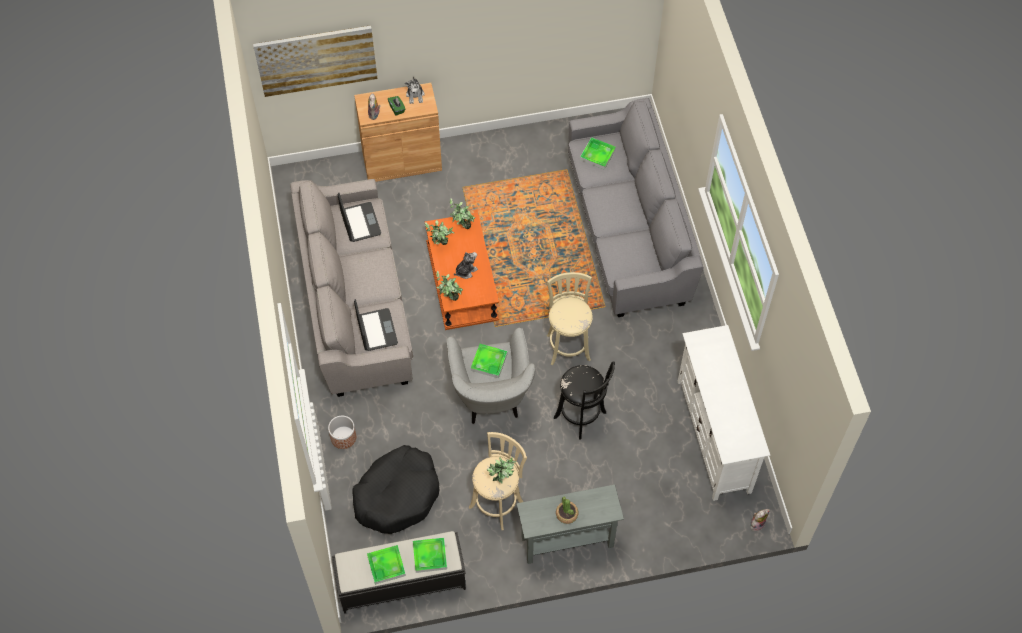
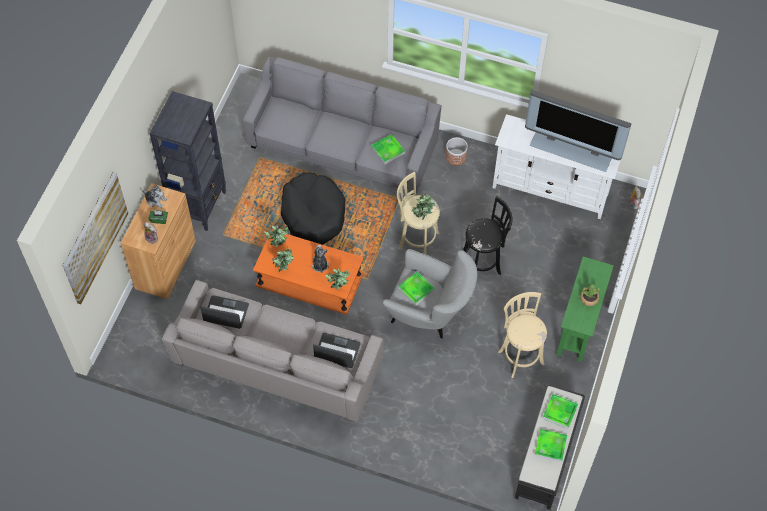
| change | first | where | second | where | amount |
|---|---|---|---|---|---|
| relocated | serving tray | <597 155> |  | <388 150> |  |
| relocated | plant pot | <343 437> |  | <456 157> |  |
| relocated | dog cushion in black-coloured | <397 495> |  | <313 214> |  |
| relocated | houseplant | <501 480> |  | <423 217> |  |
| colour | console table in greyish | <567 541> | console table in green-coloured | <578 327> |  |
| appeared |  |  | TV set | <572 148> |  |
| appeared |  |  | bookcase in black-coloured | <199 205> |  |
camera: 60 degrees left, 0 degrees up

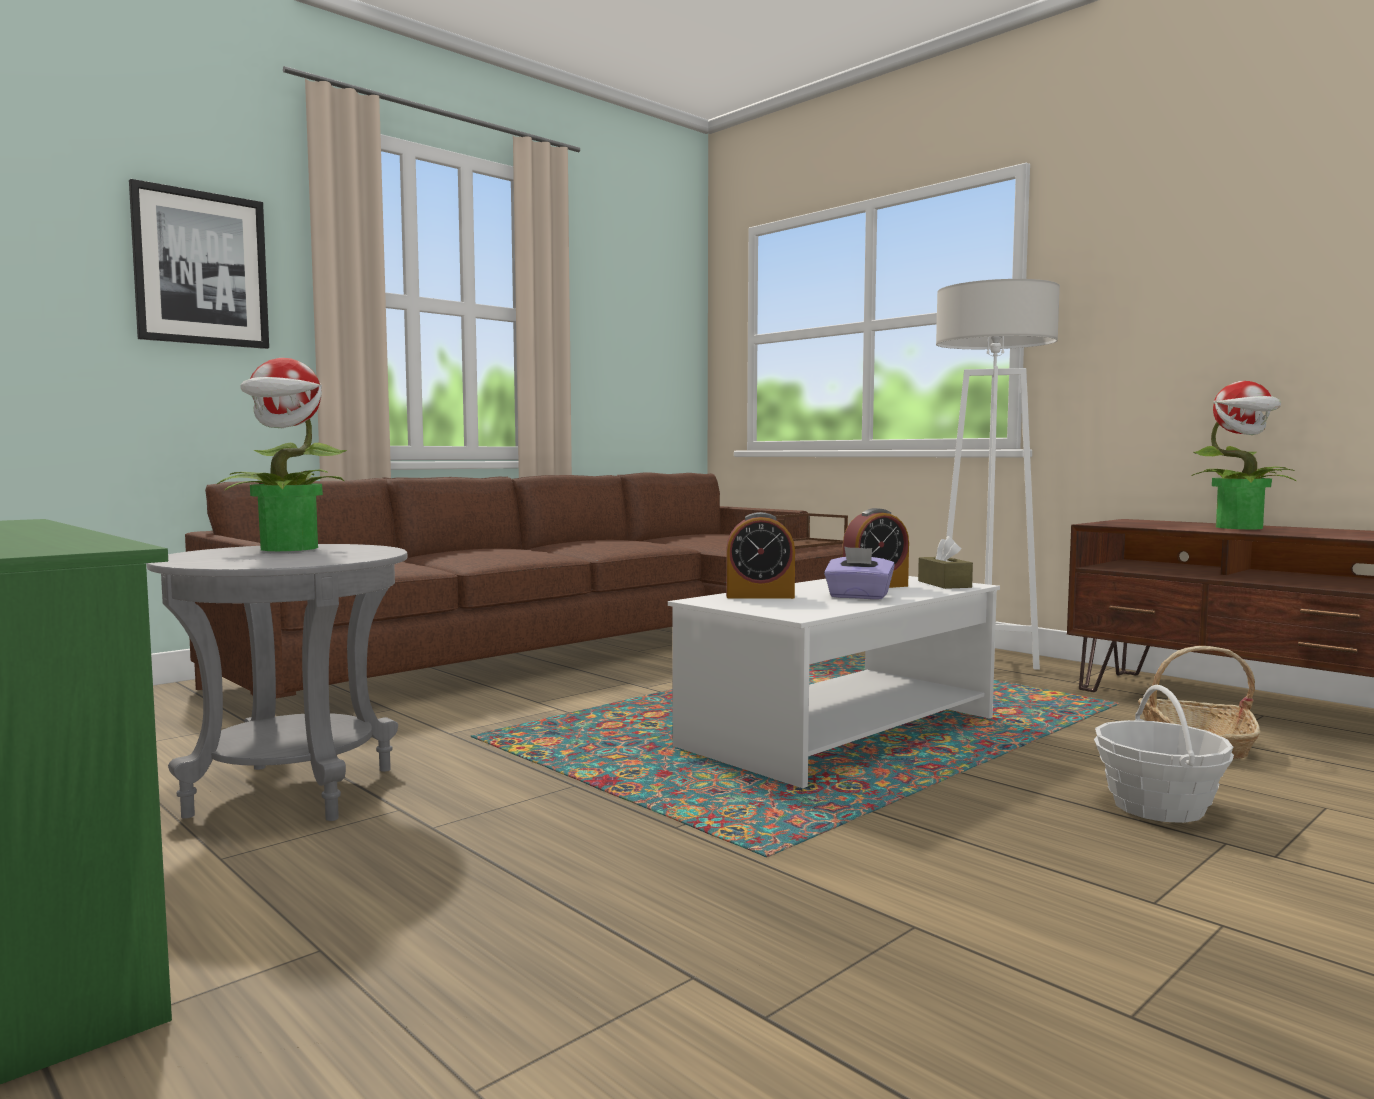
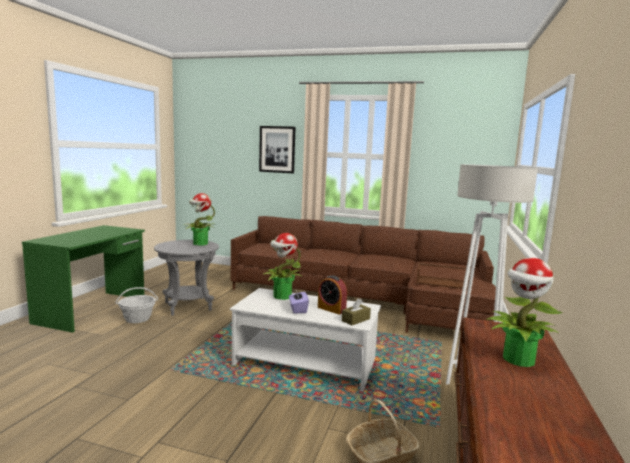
| change | first | where | second | where | amount |
|---|---|---|---|---|---|
| exchanged | table clock | <760 596> | houseplant | <282 296> |  |
| relocated | household basket | <1158 807> |  | <137 318> |  |
camera: 60 degrees right, 5 degrees up

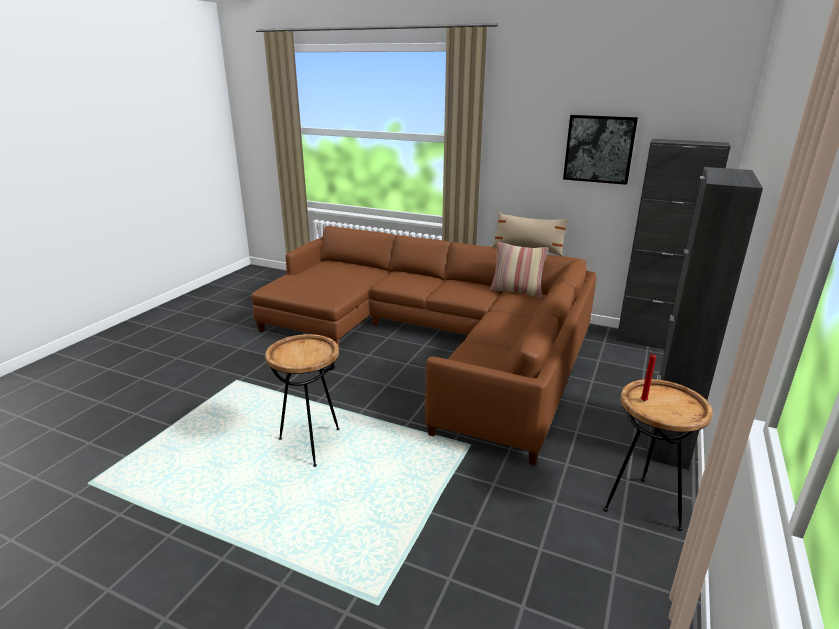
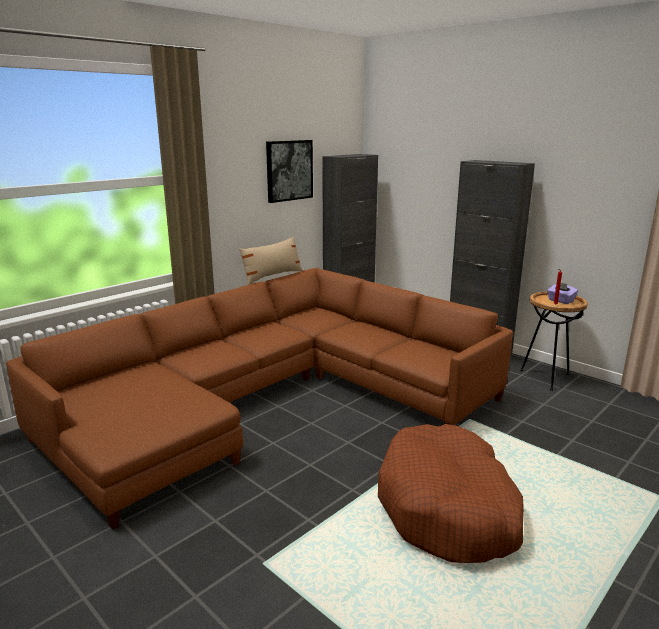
| change | first | where | second | where | amount |
|---|---|---|---|---|---|
| missing | pillow | <516 292> |  |  |  |
| exchanged | end table in brownish | <311 445> | dog cushion in brownish | <448 508> |  |
| appeared |  |  | tissue holder in purple-coloured | <560 301> |  |
camera: 70 degrees left, 5 degrees down

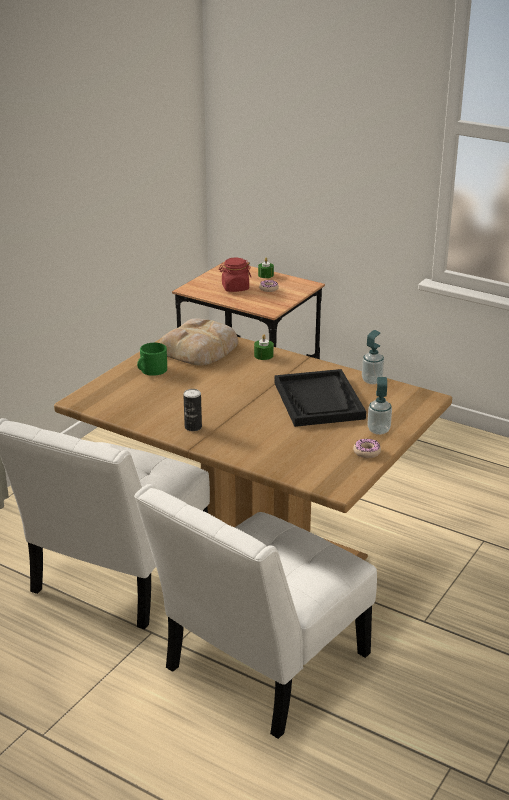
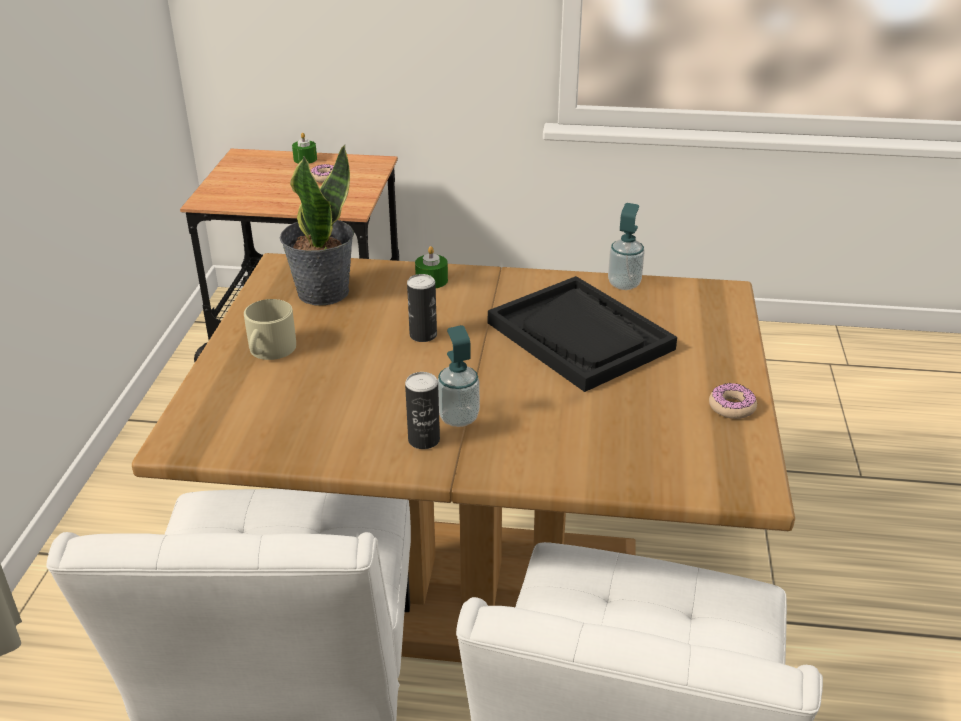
| change | first | where | second | where | amount |
|---|---|---|---|---|---|
| missing | preserve jar in red | <235 288> |  |  |  |
| exchanged | bakery bread | <200 348> | houseplant | <322 292> |  |
| colour | mug in green-coloured | <151 370> | mug in sand-coloured | <269 350> |  |
| relocated | soap dispenser | <378 430> |  | <458 418> |  |
| appeared |  |  | sealed can | <423 335> |  |
camera: 25 degrees left, 5 degrees up

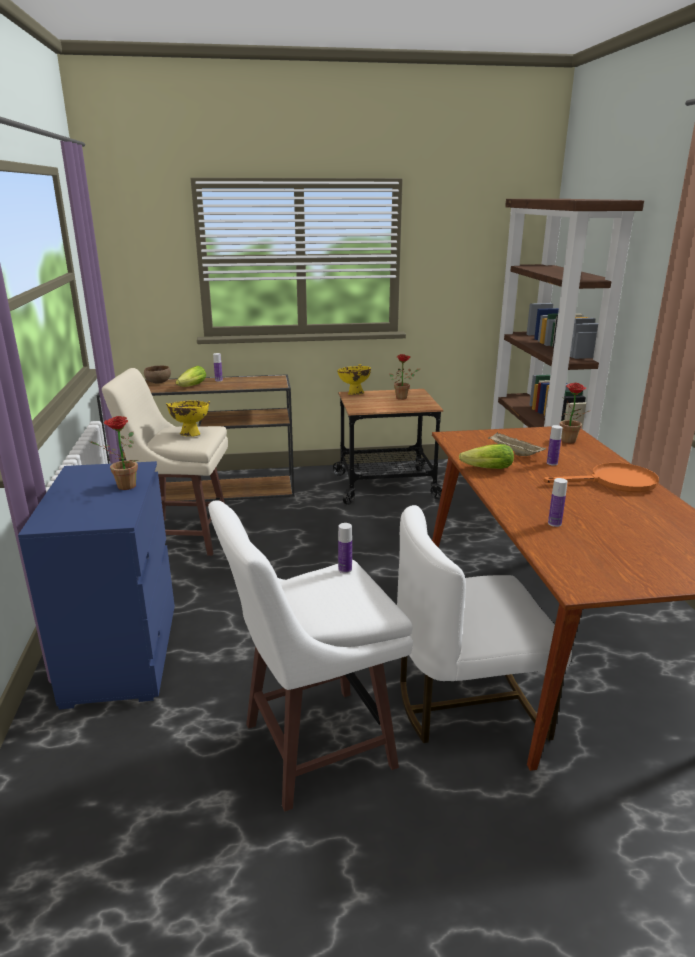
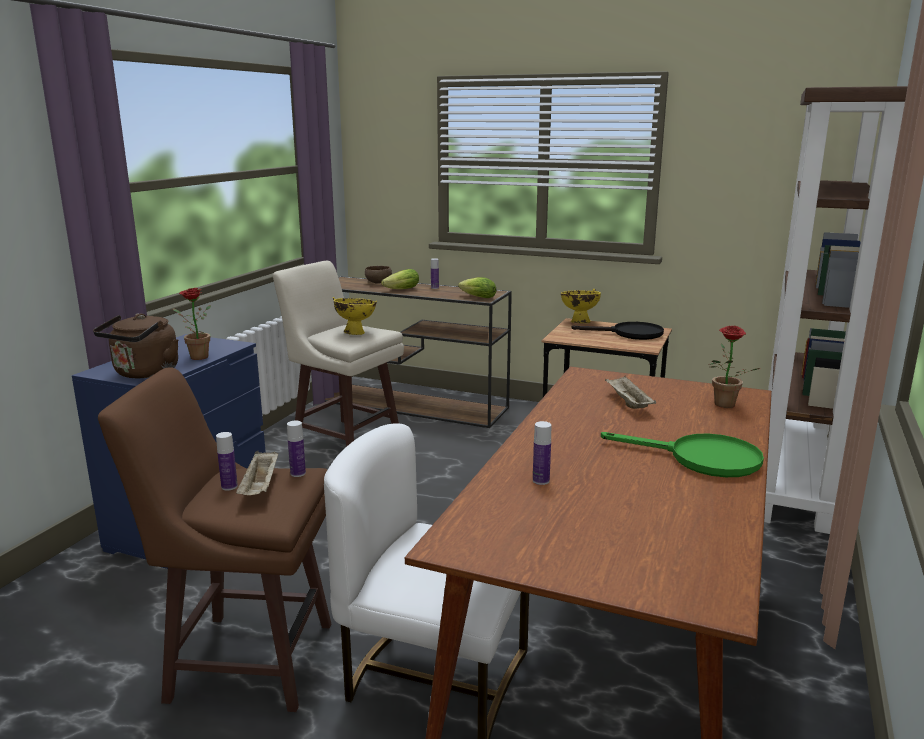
| change | first | where | second | where | amount |
|---|---|---|---|---|---|
| exchanged | houseplant | <403 397> | frying pan in black-coloured | <630 334> |  |
| relocated | bottle | <552 463> |  | <229 486> |  |
| relocated | head of lettuce | <484 469> |  | <476 297> |  |
| colour | frying pan in orange | <614 482> | frying pan in green-coloured | <701 459> |  |
| colour | stool seat in white | <314 746> | stool seat in brownish | <247 660> |  |
| appeared |  |  | kettle in brownish | <144 373> |  |
| appeared |  |  | serving tray in sand-coloured | <260 487> |  |
camera: 30 degrees right, 5 degrees down

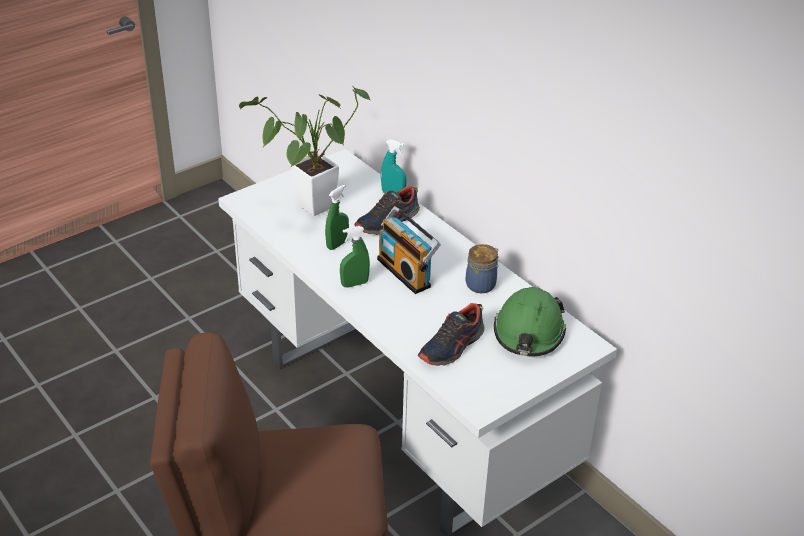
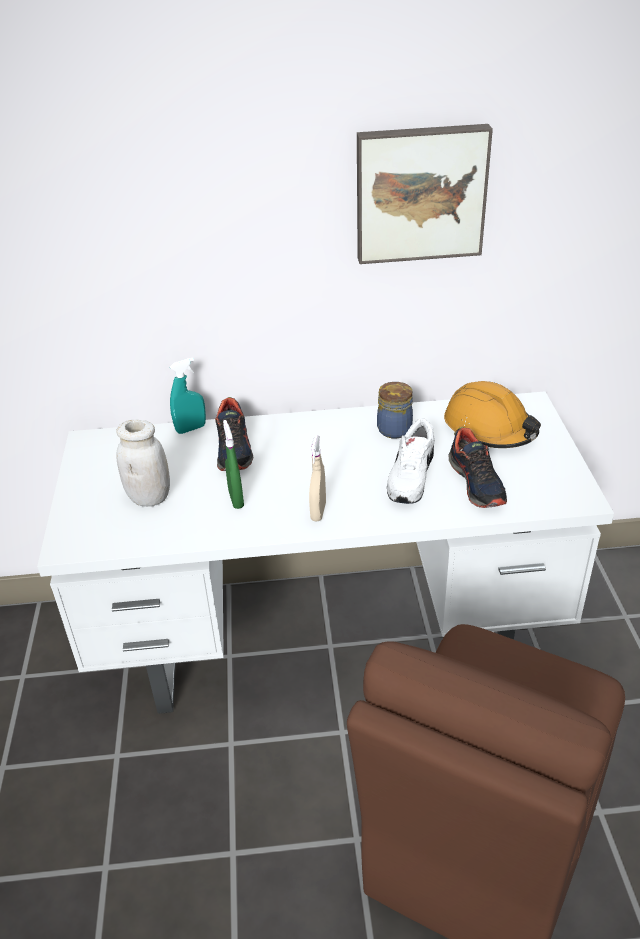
| change | first | where | second | where | amount |
|---|---|---|---|---|---|
| exchanged | houseplant | <309 210> | preserve jar in white | <149 498> |  |
| missing | radio receiver | <406 272> |  |  |  |
| colour | spray bottle in green-coloured | <354 284> | spray bottle in sand-coloured | <318 512> |  |
| colour | safety helmet in green-coloured | <529 333> | safety helmet in orange | <490 429> |  |
| appeared |  |  | wall art | <420 193> |  |
| appeared |  |  | shoe in white | <410 477> |  |
camera: 55 degrees left, 0 degrees up

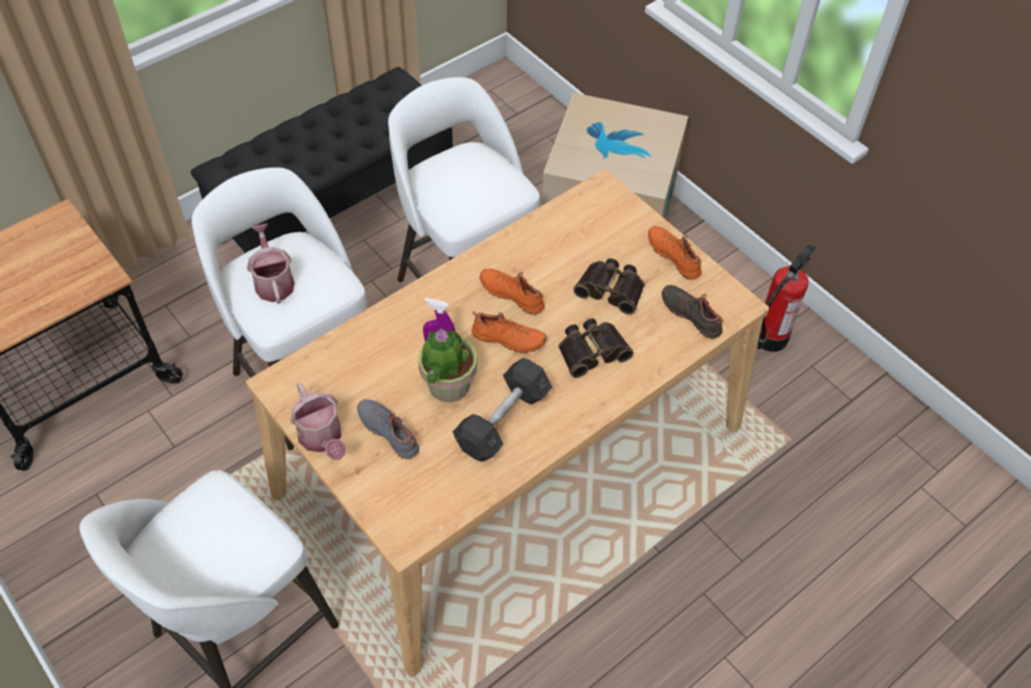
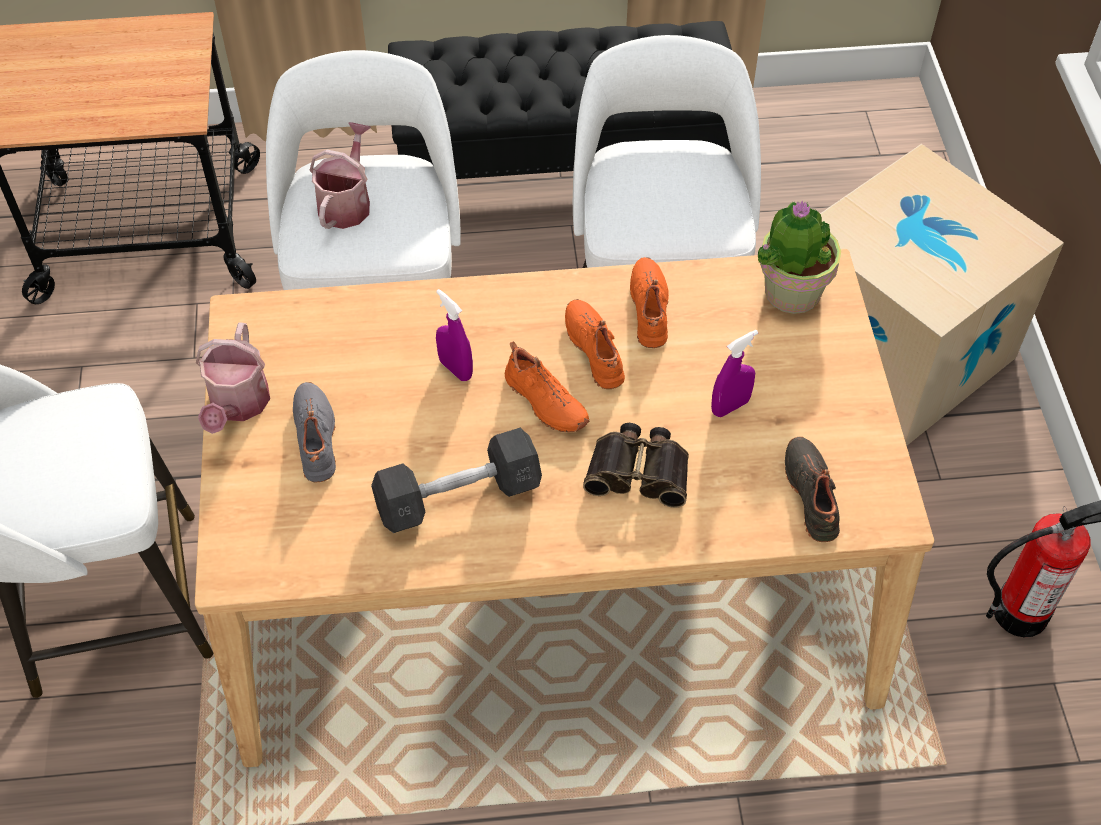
| change | first | where | second | where | amount |
|---|---|---|---|---|---|
| relocated | shoe in orange | <675 256> |  | <651 309> |  |
| exchanged | binoculars | <612 289> | spray bottle in purple-coloured | <730 406> |  |
| relocated | houseplant | <448 386> |  | <791 292> |  |
camera: 35 degrees right, 0 degrees up

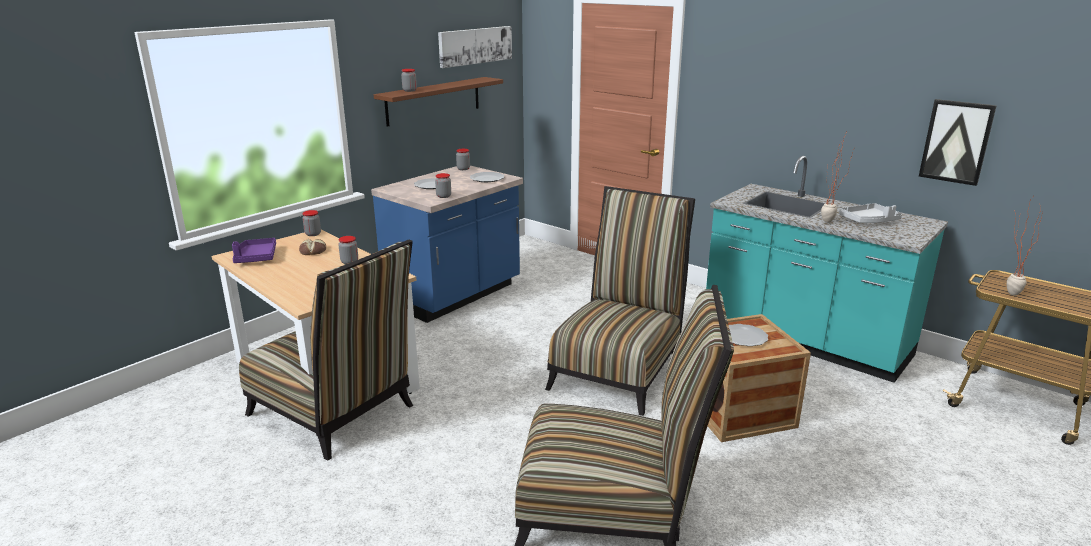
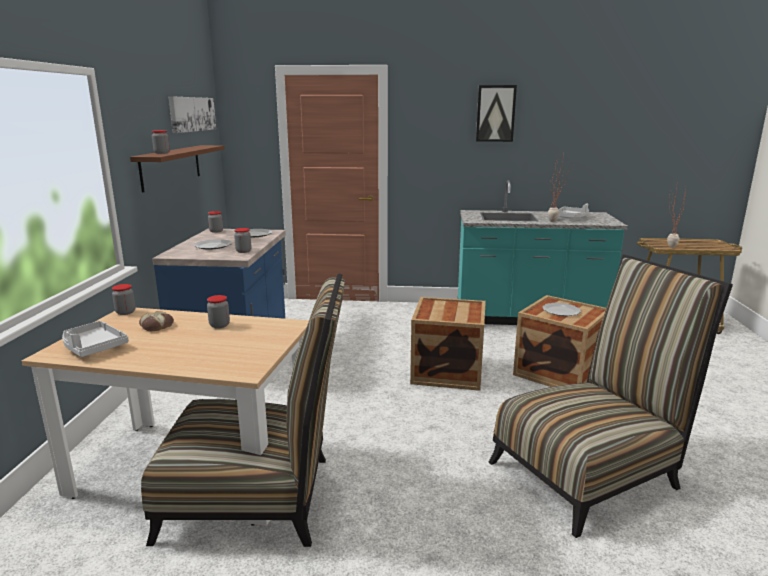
| change | first | where | second | where | amount |
|---|---|---|---|---|---|
| relocated | wall art | <956 142> |  | <495 113> |  |
| exchanged | chair | <618 369> | shipping crate | <447 371> |  |
| colour | serving tray in purple-coloured | <256 257> | serving tray in greyish | <93 347> |  |
camera: 35 degrees left, 5 degrees down

